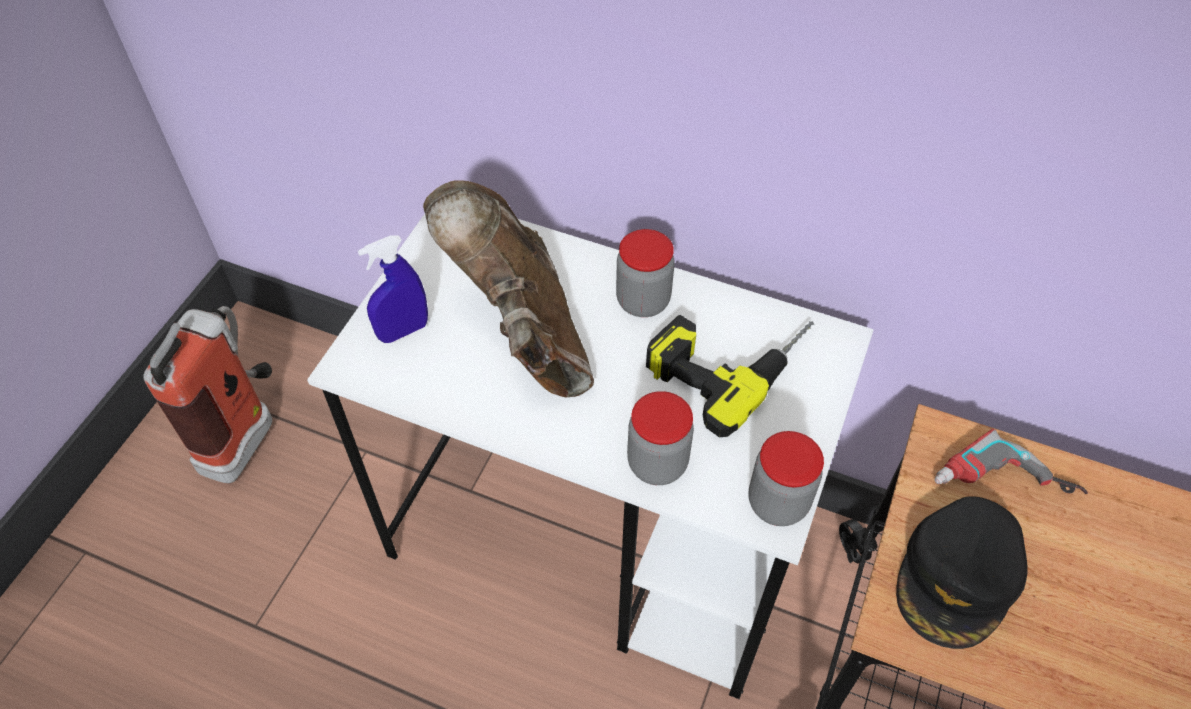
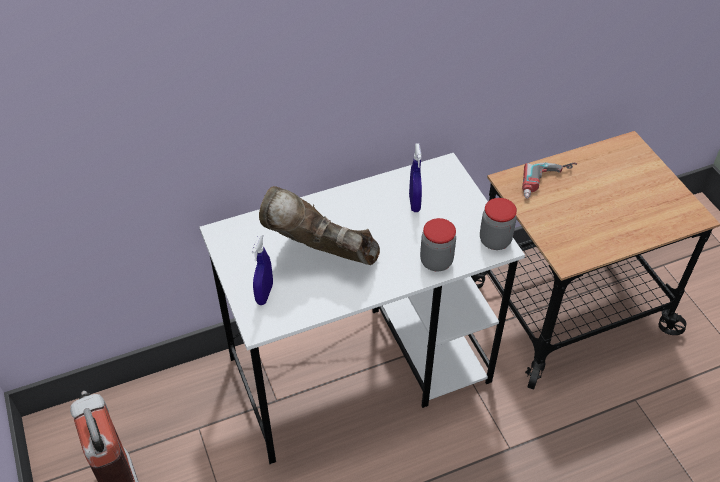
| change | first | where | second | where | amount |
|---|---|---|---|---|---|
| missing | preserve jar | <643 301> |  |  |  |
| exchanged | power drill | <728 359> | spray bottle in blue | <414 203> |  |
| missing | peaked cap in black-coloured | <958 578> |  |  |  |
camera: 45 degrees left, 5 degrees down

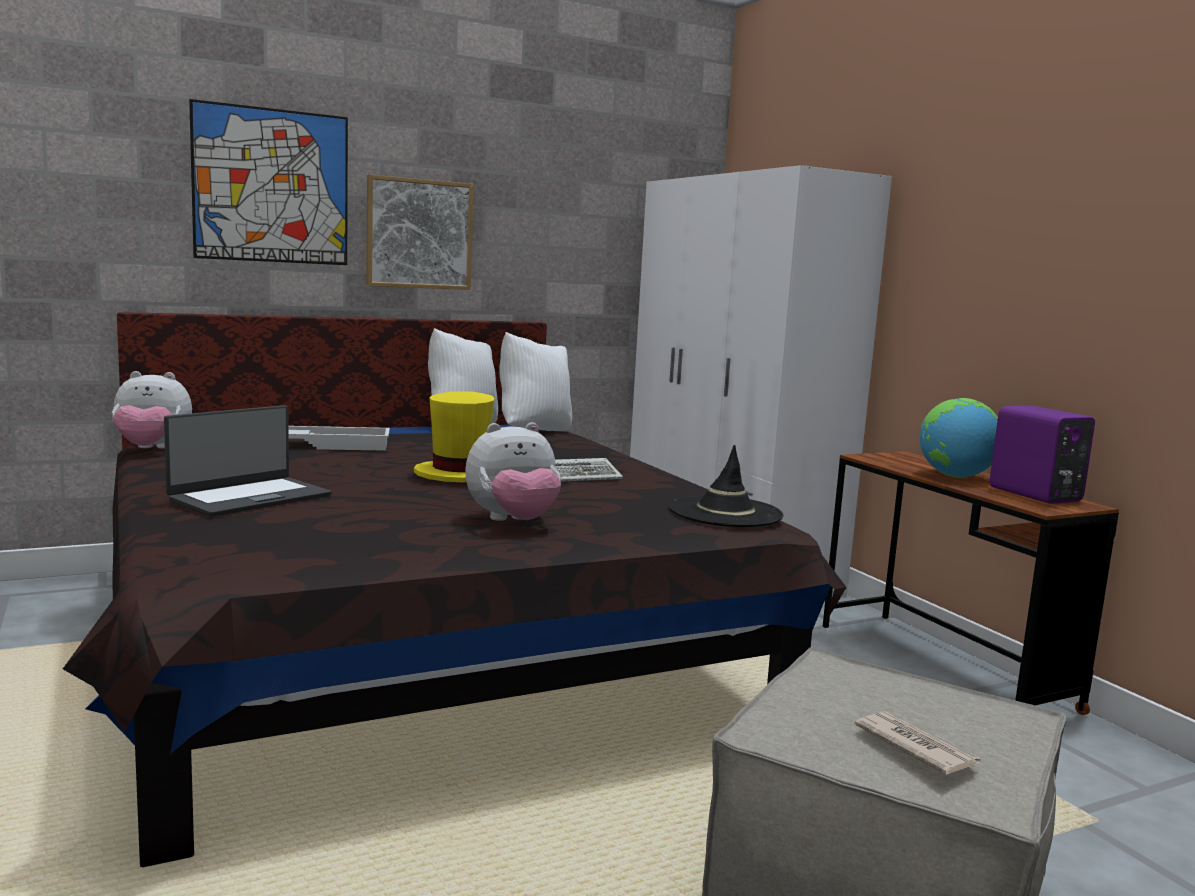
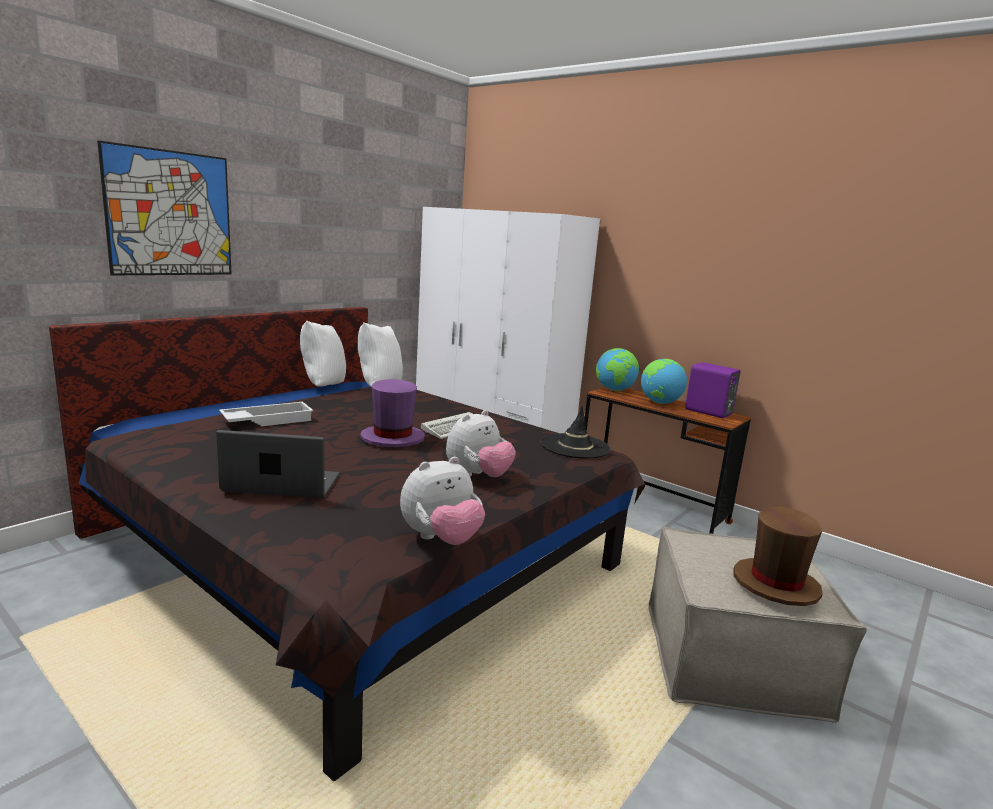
| change | first | where | second | where | amount |
|---|---|---|---|---|---|
| missing | wall art | <419 234> |  |  |  |
| relocated | plush toy | <151 449> |  | <441 539> |  |
| colour | clothing hat in yellow-coloured | <460 475> | clothing hat in purple-coloured | <392 438> |  |
| spun | laptop | <249 497> |  | <281 484> | 105 degrees counterclockwise |
| exchanged | newspaper | <915 746> | clothing hat in brownish | <775 584> |  |
| appeared |  |  | desk globe | <614 390> |  |
camera: 25 degrees left, 5 degrees up

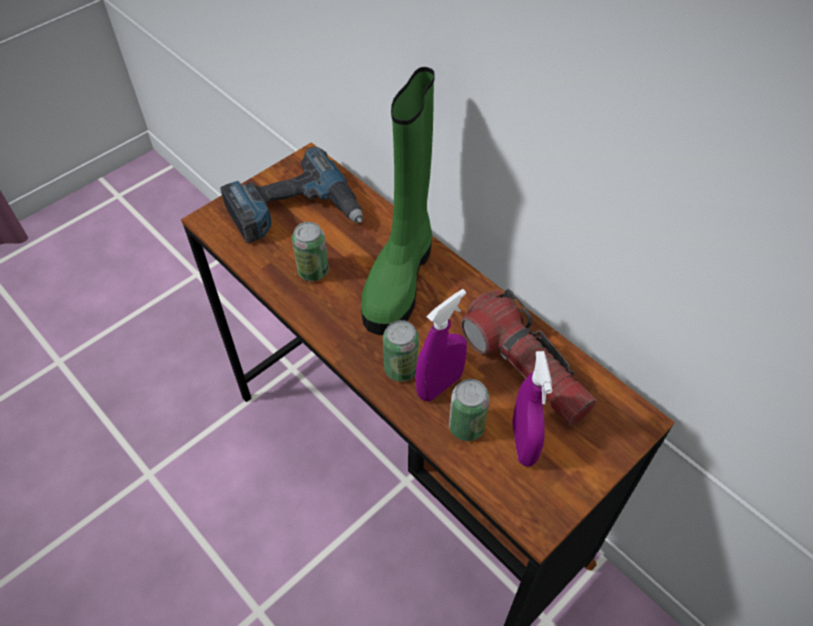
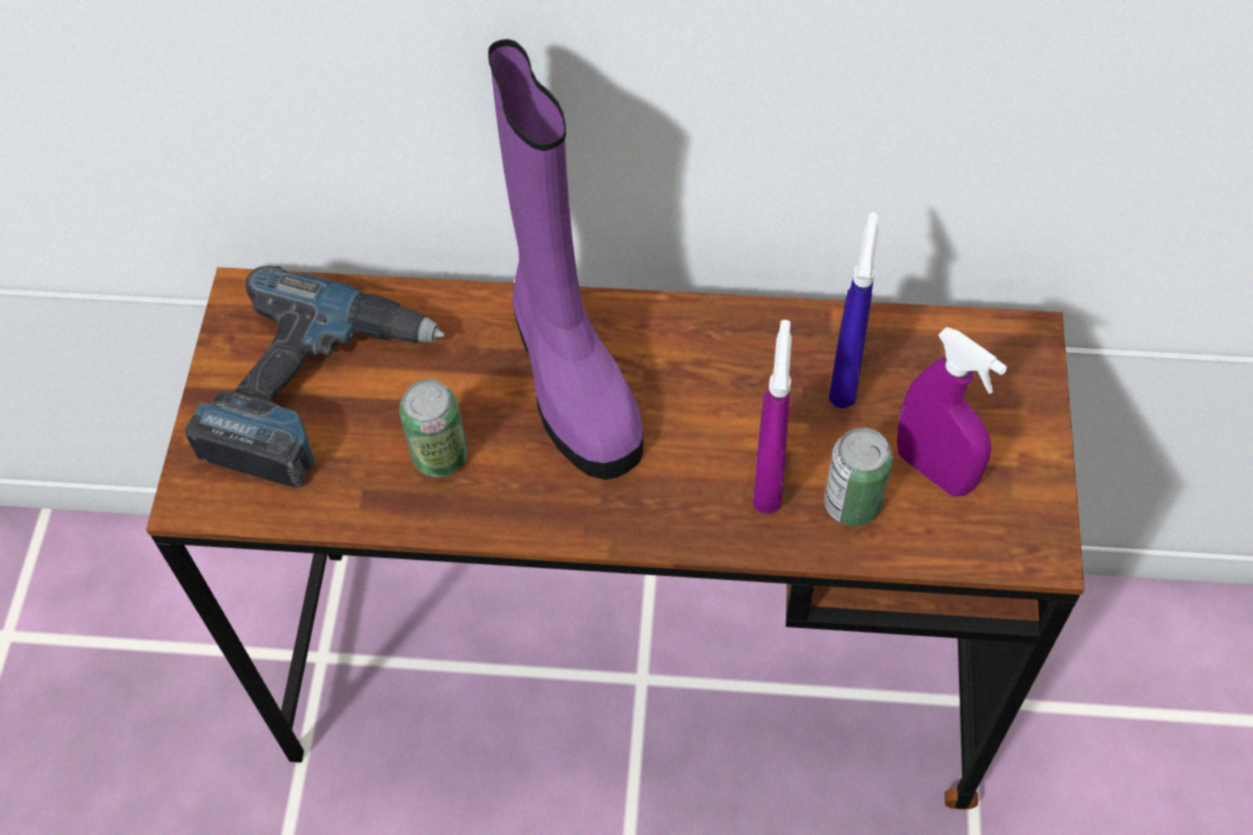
| change | first | where | second | where | amount |
|---|---|---|---|---|---|
| colour | boot in green-coloured | <400 279> | boot in purple-coloured | <570 377> |  |
| exchanged | flashlight | <525 368> | spray bottle in blue | <845 376> |  |
| missing | sealed can | <401 369> |  |  |  |
camera: 40 degrees left, 5 degrees up

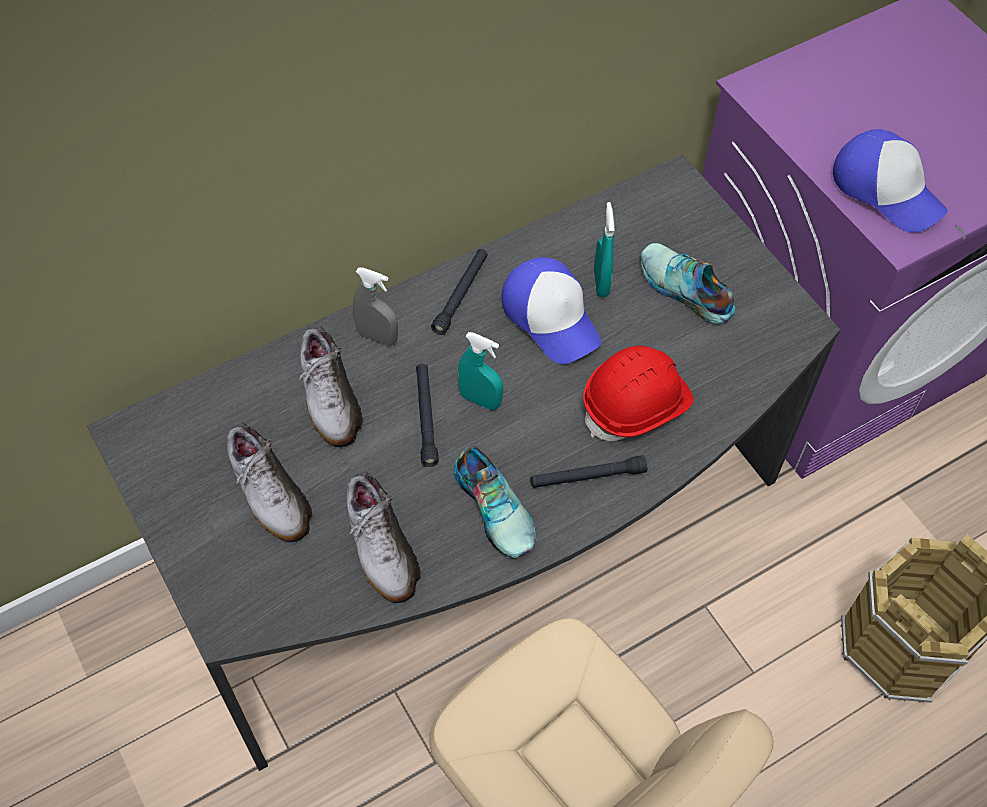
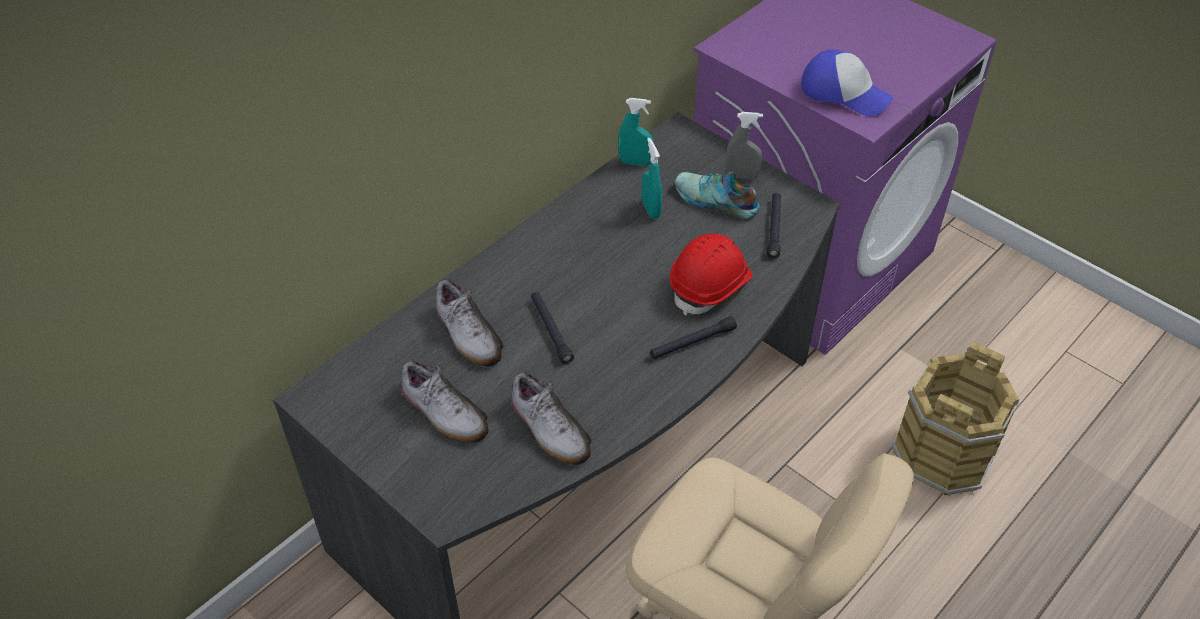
| change | first | where | second | where | amount |
|---|---|---|---|---|---|
| relocated | flashlight in black-coloured | <461 294> |  | <774 228> |  |
| missing | peaked cap | <551 317> |  |  |  |
| relocated | spray bottle in greyish | <377 337> |  | <741 176> |  |
| relocated | spray bottle in turquoise | <480 400> |  | <635 162> |  |
| missing | shoe | <496 506> |  |  |  |
camera: 15 degrees left, 10 degrees down

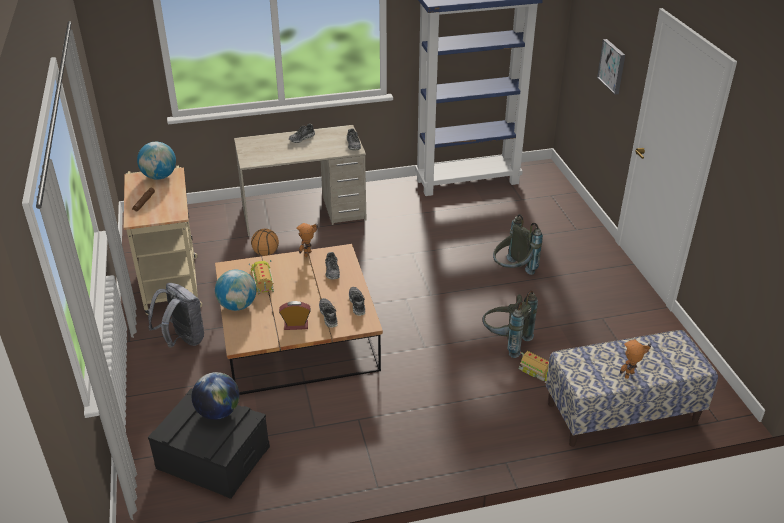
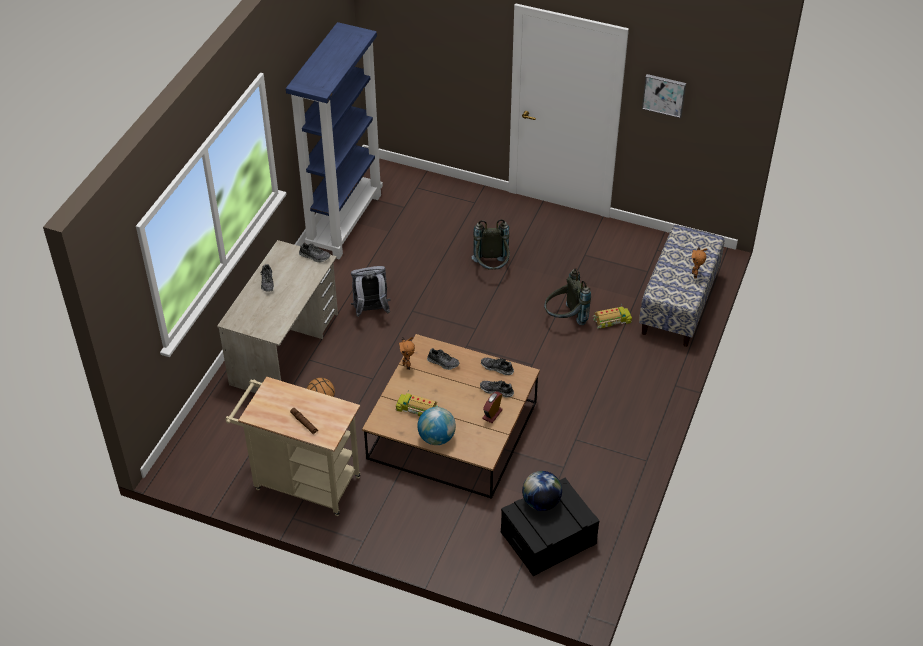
| change | first | where | second | where | amount |
|---|---|---|---|---|---|
| relocated | wall art | <612 66> |  | <664 95> |  |
| missing | desk globe | <159 177> |  |  |  |
| relocated | backpack in greyish | <182 340> |  | <371 310> |  |
camera: 55 degrees left, 10 degrees up

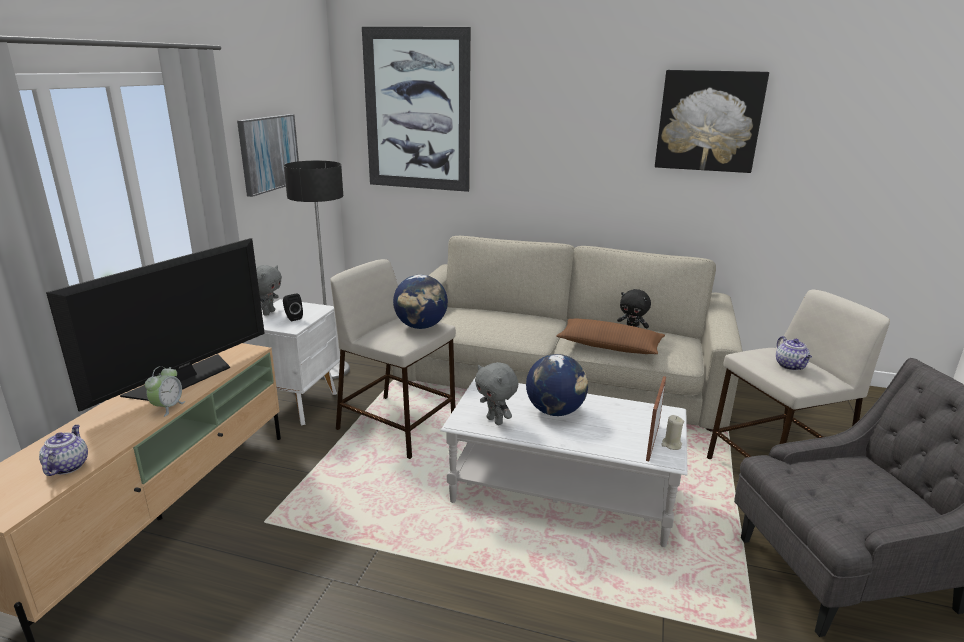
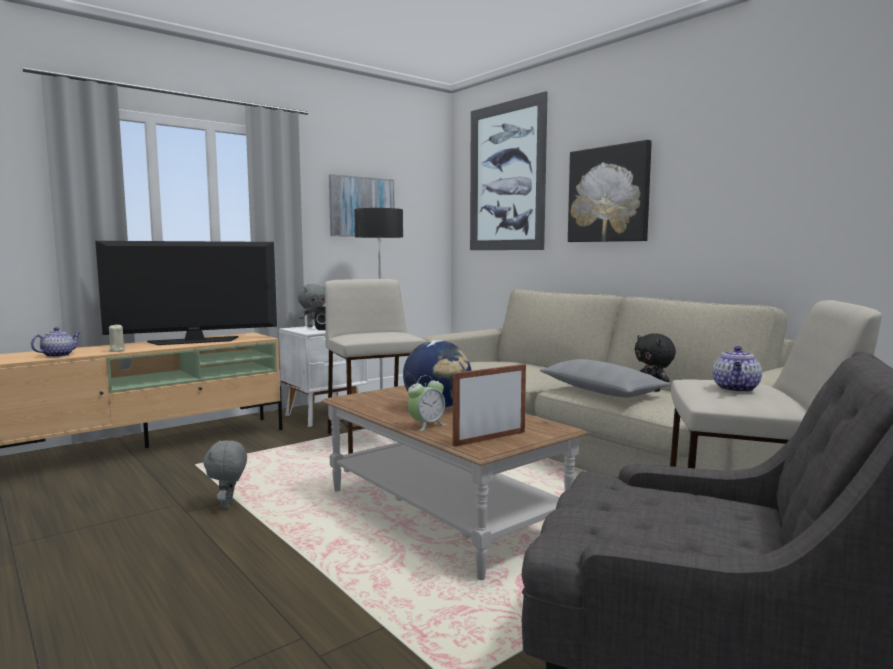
| change | first | where | second | where | amount |
|---|---|---|---|---|---|
| relocated | wall art | <708 121> |  | <609 194> |  |
| missing | desk globe | <421 326> |  |  |  |
| colour | pillow in brownish | <609 346> | pillow in greyish | <600 391> |  |
| relocated | plush toy in greyish | <495 421> |  | <228 505> |  |
| relocated | table clock | <168 407> |  | <426 425> |  |
| colour | low table in white | <561 494> | low table in brownish | <441 514> |  |
| relocated | wax light in sand-coloured | <671 445> |  | <117 350> |  |
camera: 35 degrees right, 15 degrees down

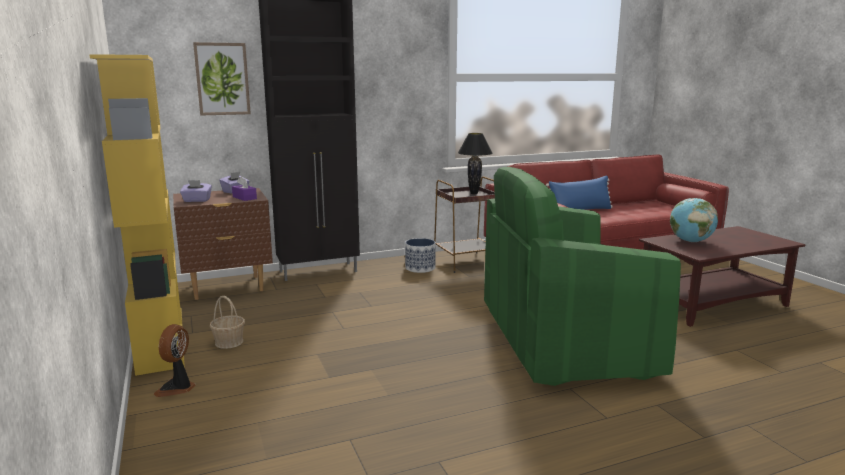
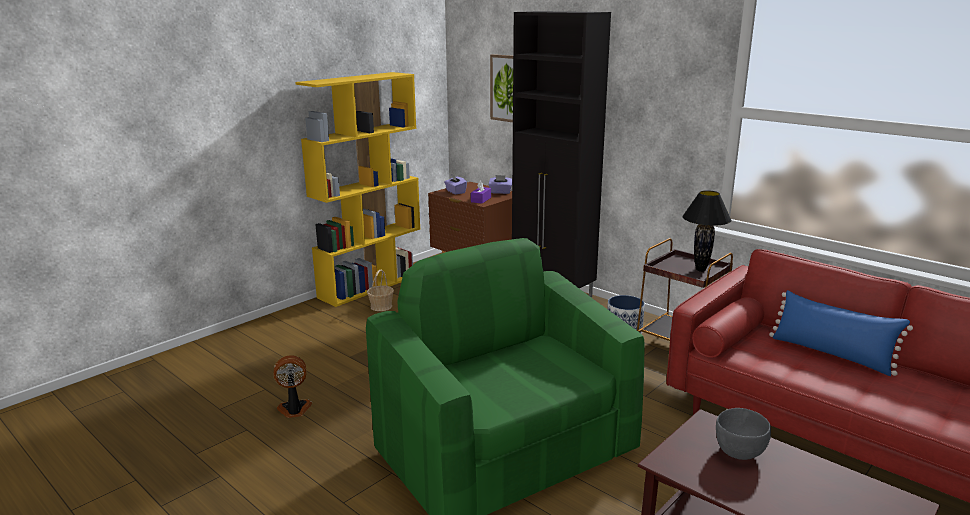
| change | first | where | second | where | amount |
|---|---|---|---|---|---|
| exchanged | desk globe | <690 241> | deep dish in greyish | <739 452> |  |
| relocated | cooling fan | <177 388> |  | <294 410> |  |
camera: 65 degrees right, 5 degrees up

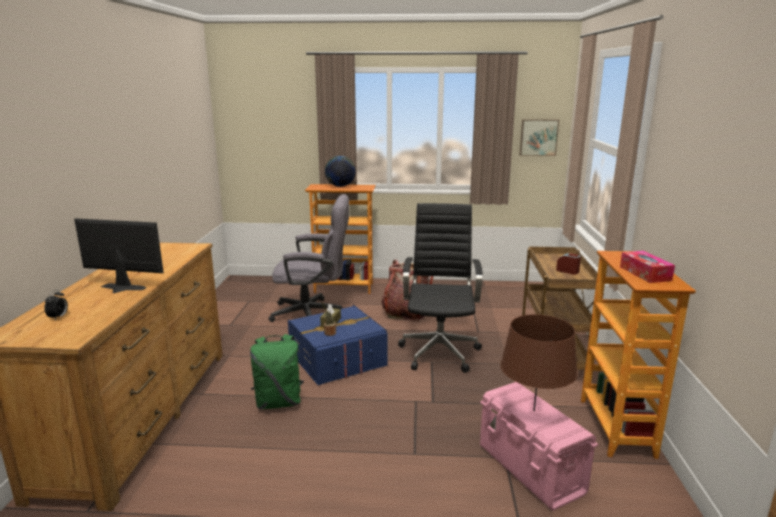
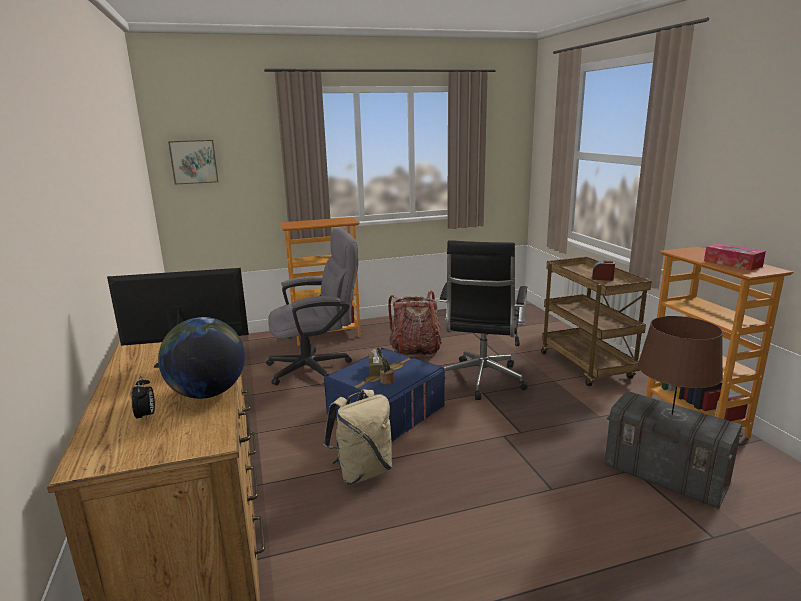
| change | first | where | second | where | amount |
|---|---|---|---|---|---|
| relocated | wall art | <538 137> |  | <194 161> |  |
| relocated | desk globe | <340 186> |  | <207 393> |  |
| spun | computer chair in black-coloured | <439 351> |  | <481 381> | 150 degrees counterclockwise |
| colour | backpack in green-coloured | <278 402> | backpack in sand-coloured | <362 471> |  |
| colour | storage box in pinkish | <530 470> | storage box in greyish | <665 475> |  |
camera: 20 degrees left, 0 degrees up

